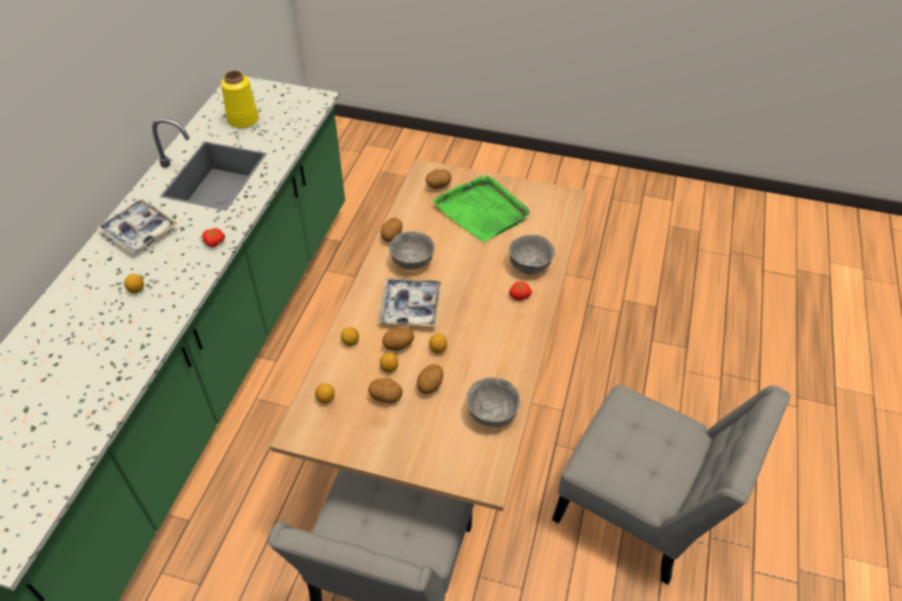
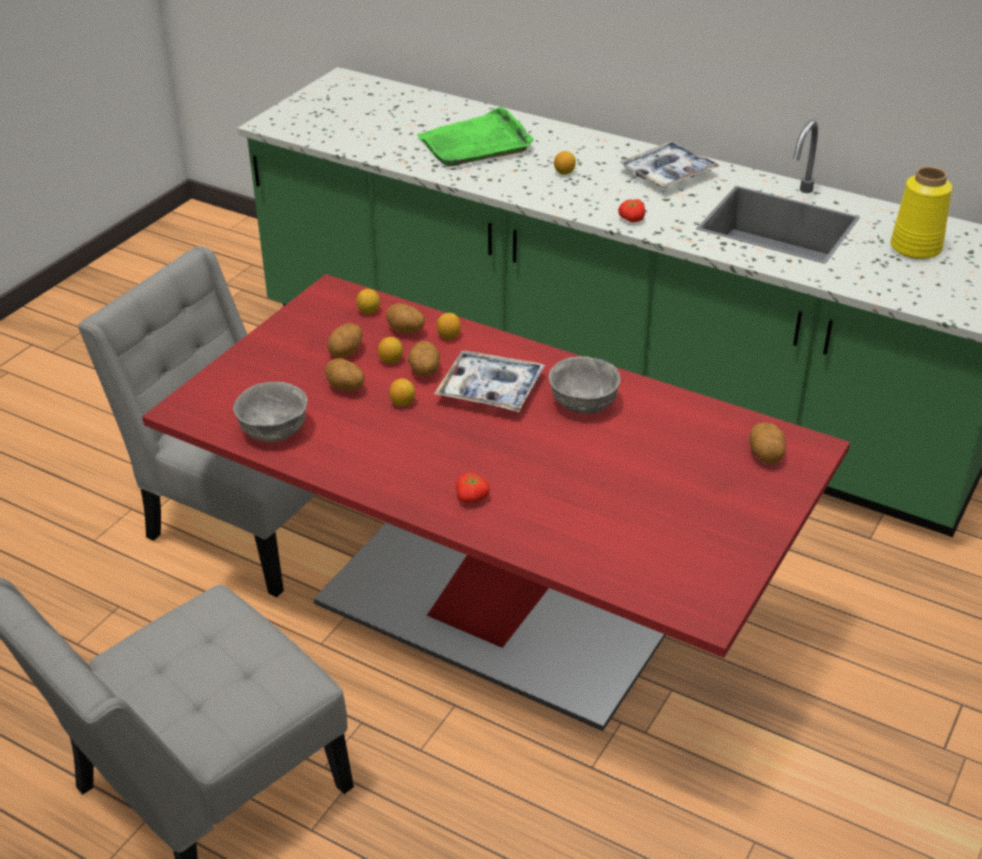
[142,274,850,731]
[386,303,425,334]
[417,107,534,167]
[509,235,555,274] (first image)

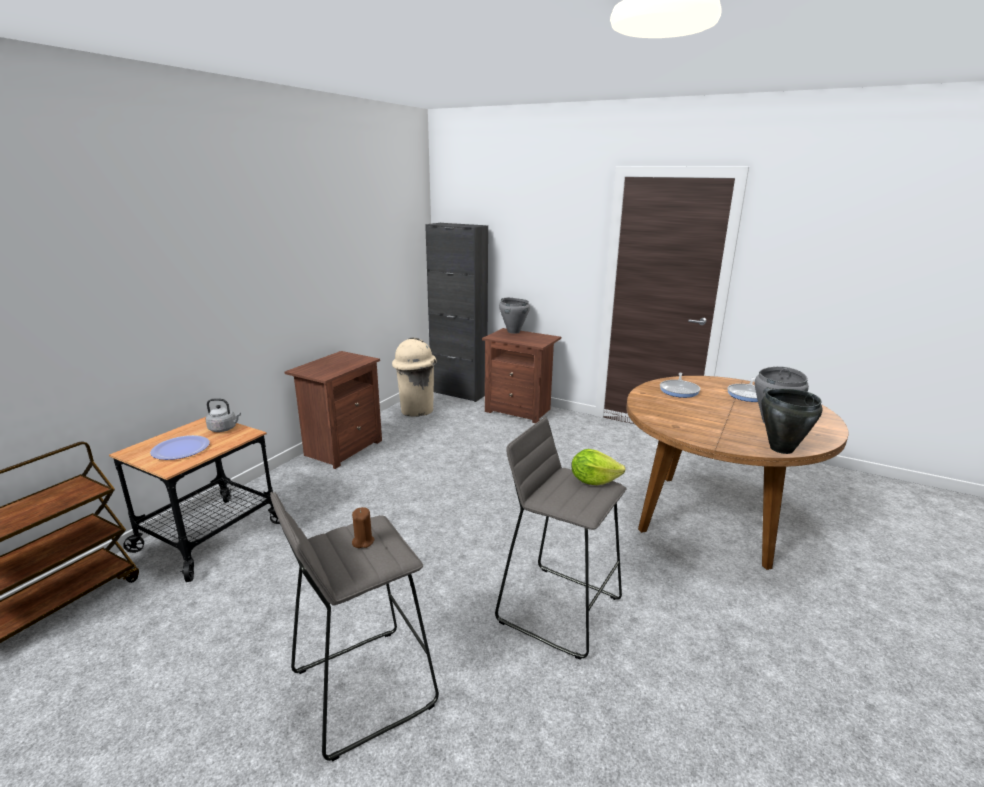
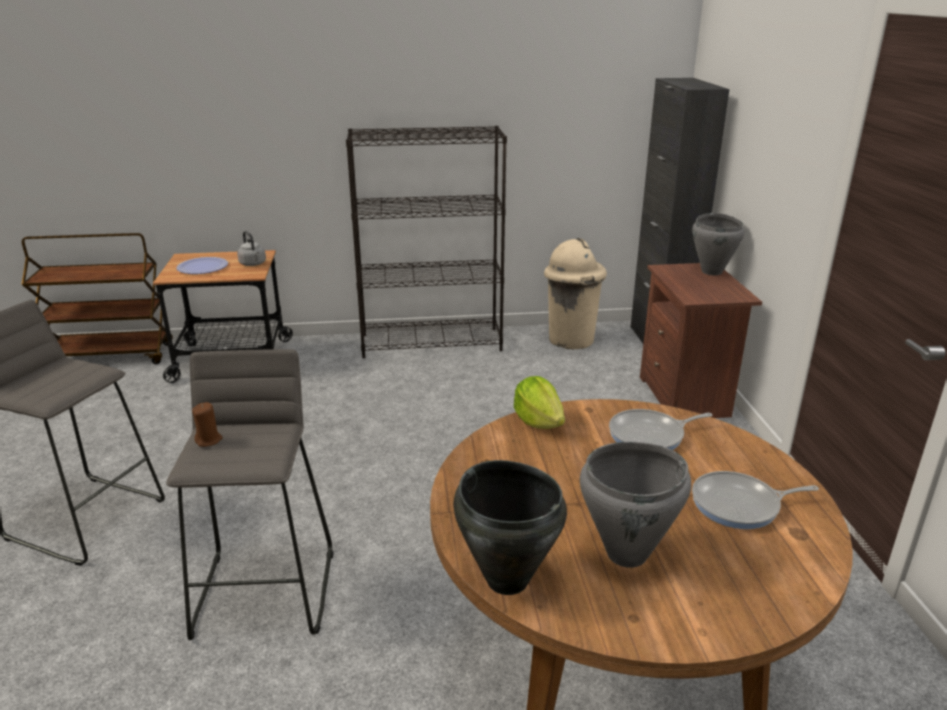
[192,402,223,447]
[346,126,507,358]
[514,376,565,429]

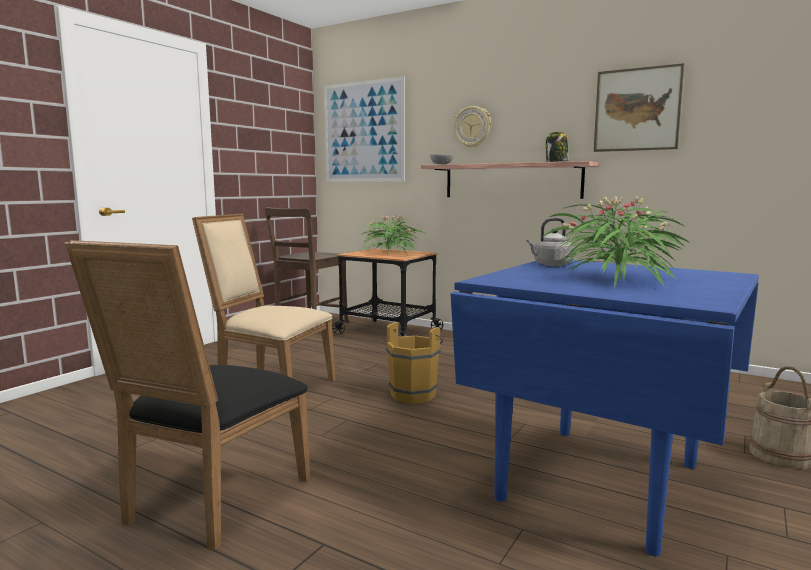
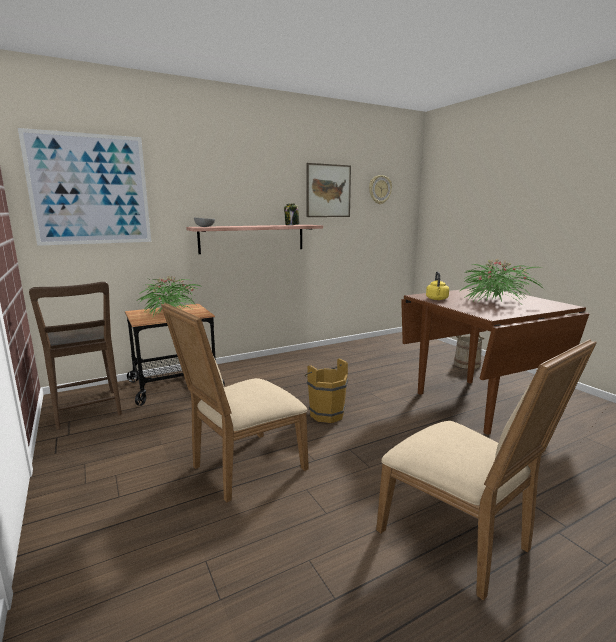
[369,175,392,204]
[376,339,596,600]
[401,287,590,435]
[426,272,449,300]

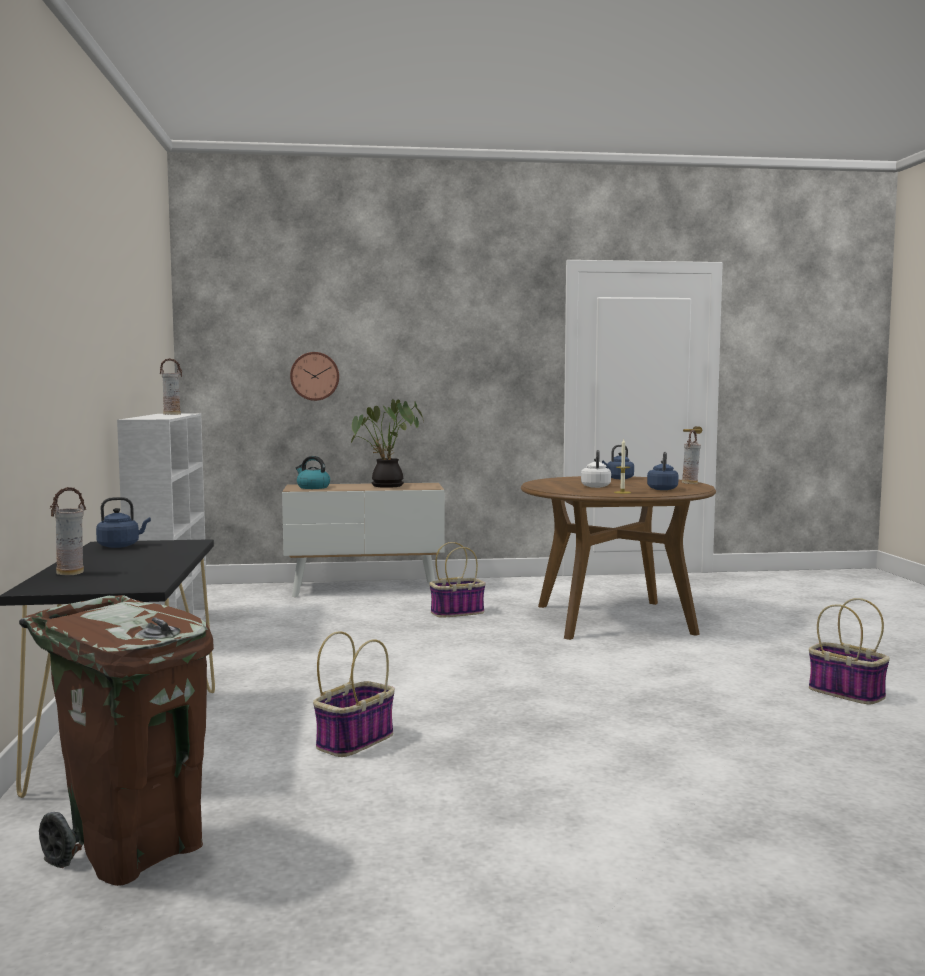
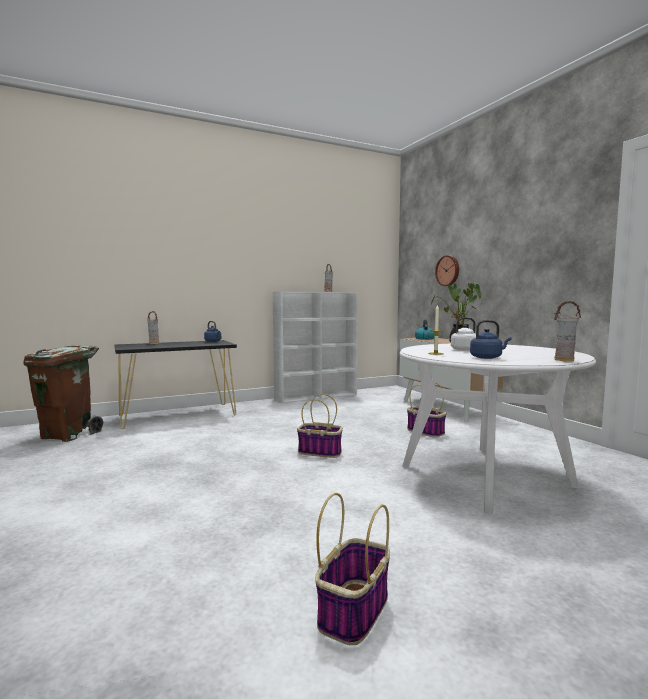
[297,394,343,458]
[400,344,596,514]
[602,445,634,479] (first image)

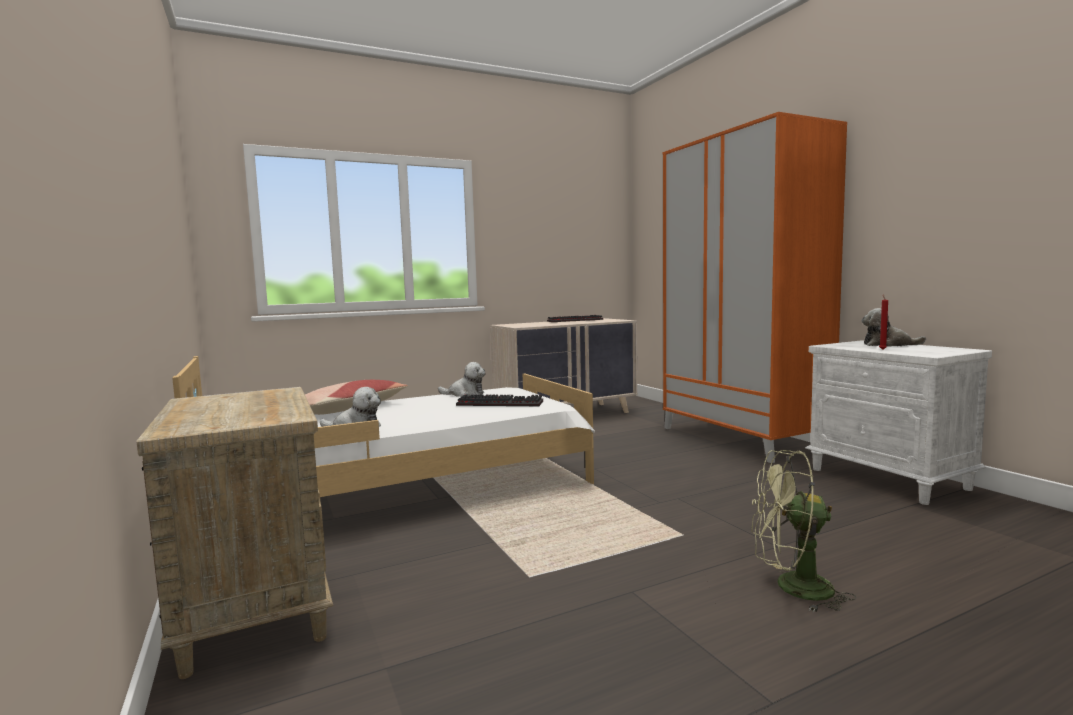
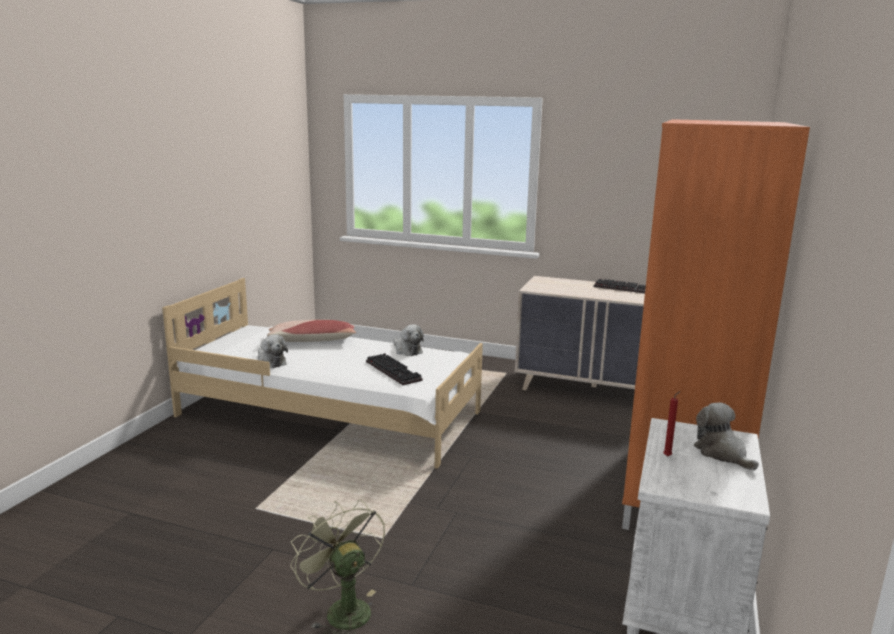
[137,387,333,679] (first image)

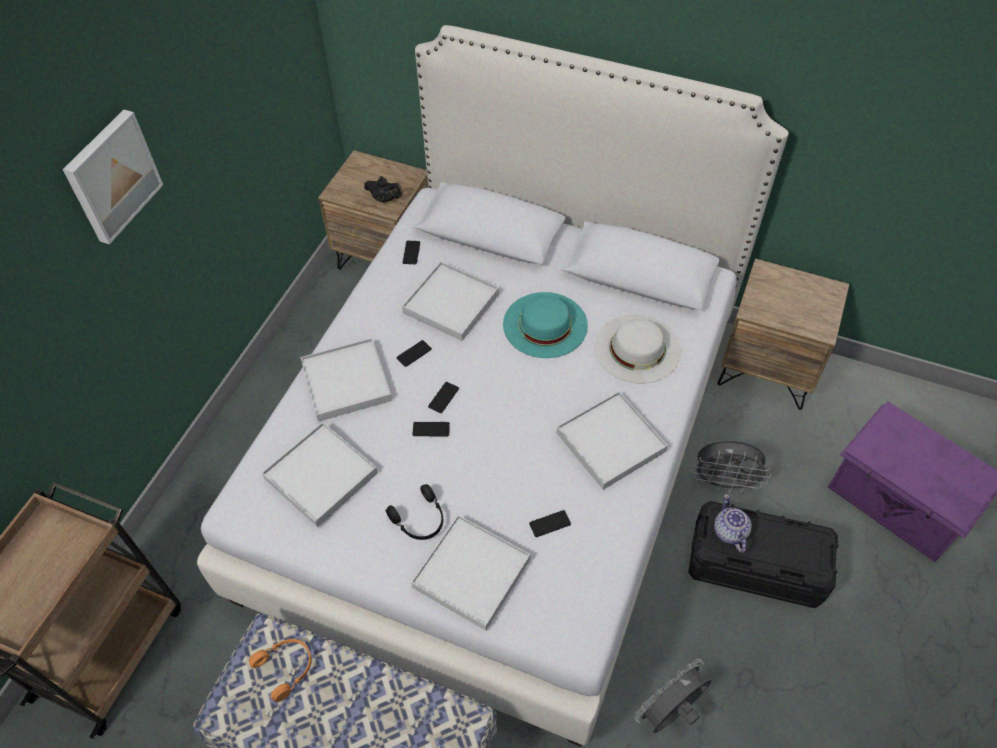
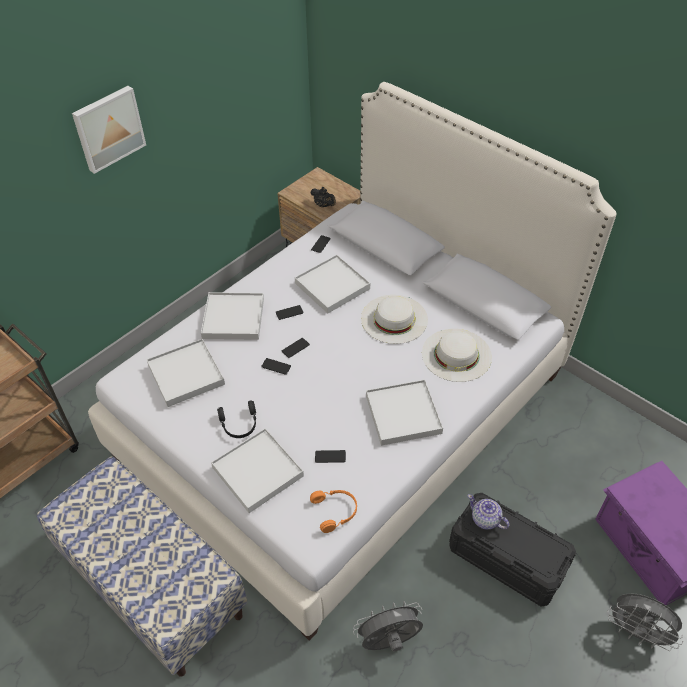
[310,490,357,533]
[361,295,428,344]
[467,494,509,530]
[607,593,683,651]
[717,259,850,410] (first image)

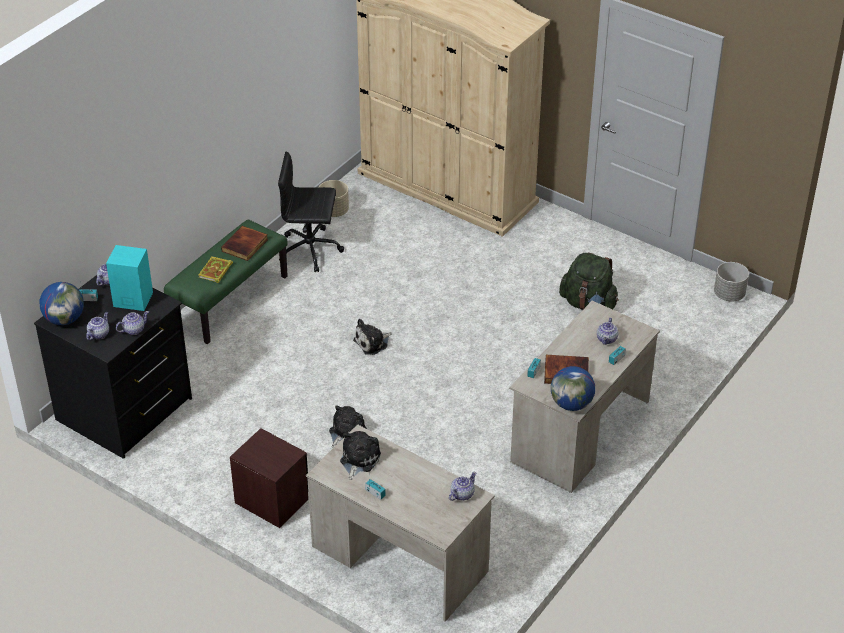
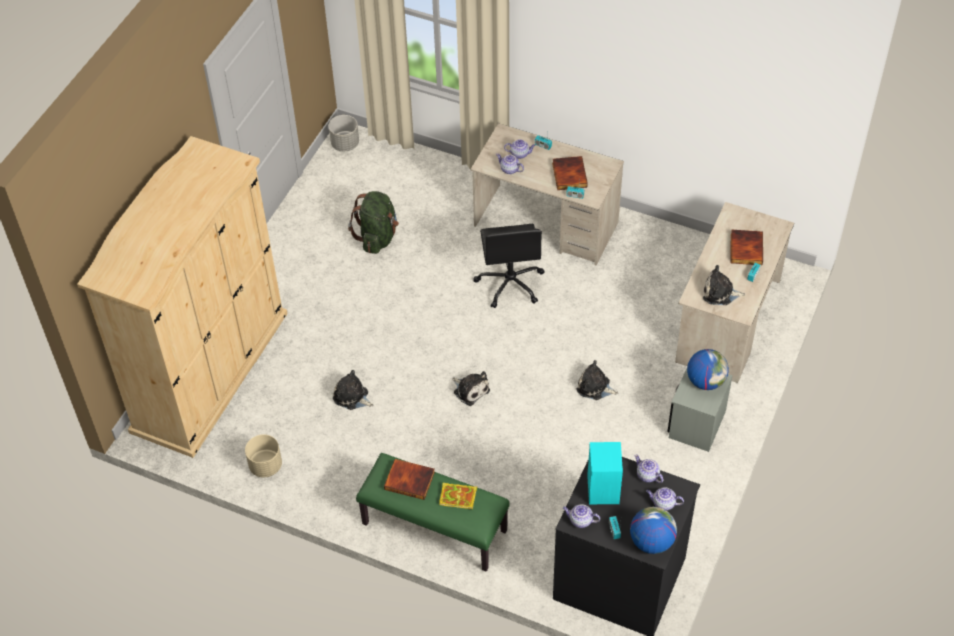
[333,370,374,410]
[473,224,545,308]
[496,154,524,174]
[667,368,733,452]
[687,349,729,390]
[731,230,763,265]

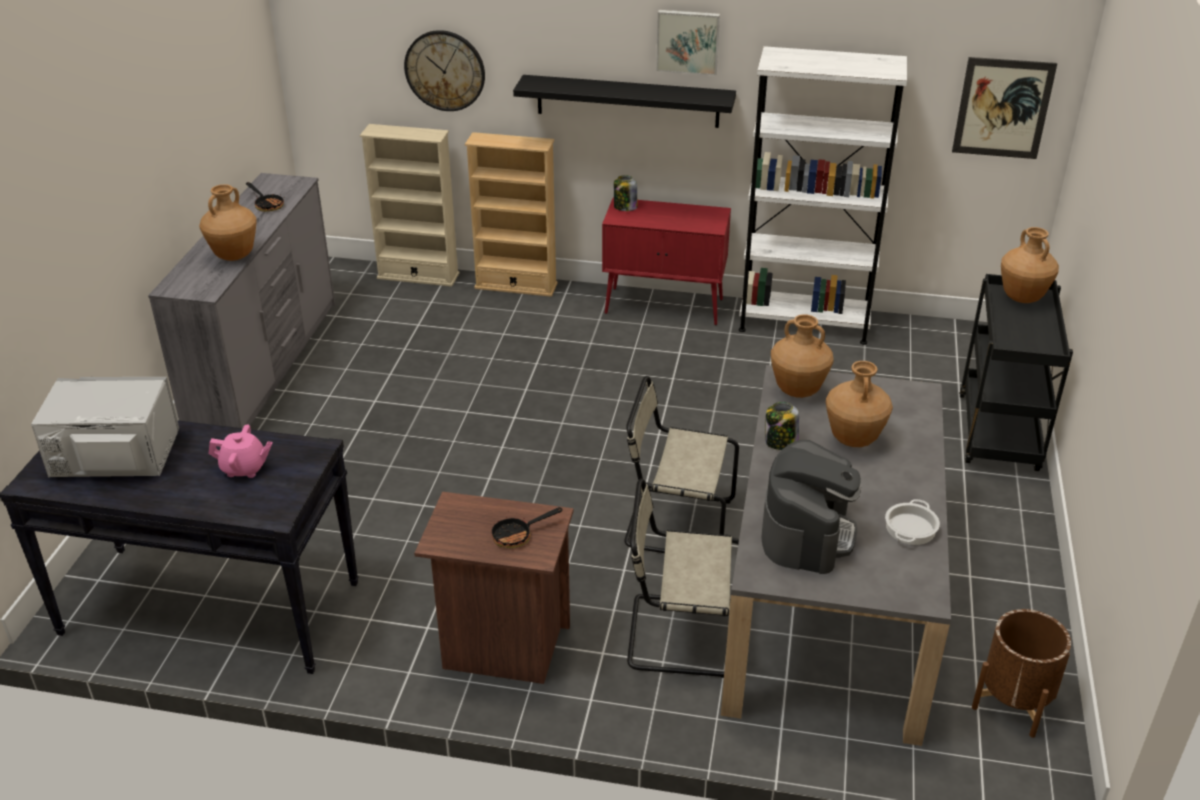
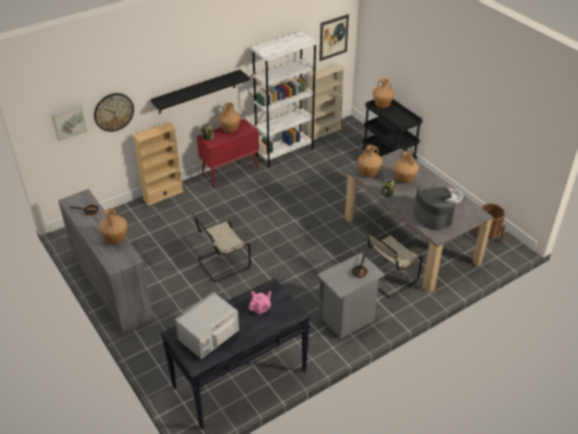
[51,105,87,141]
[192,214,251,282]
[218,103,241,133]
[307,63,345,140]
[317,253,385,339]

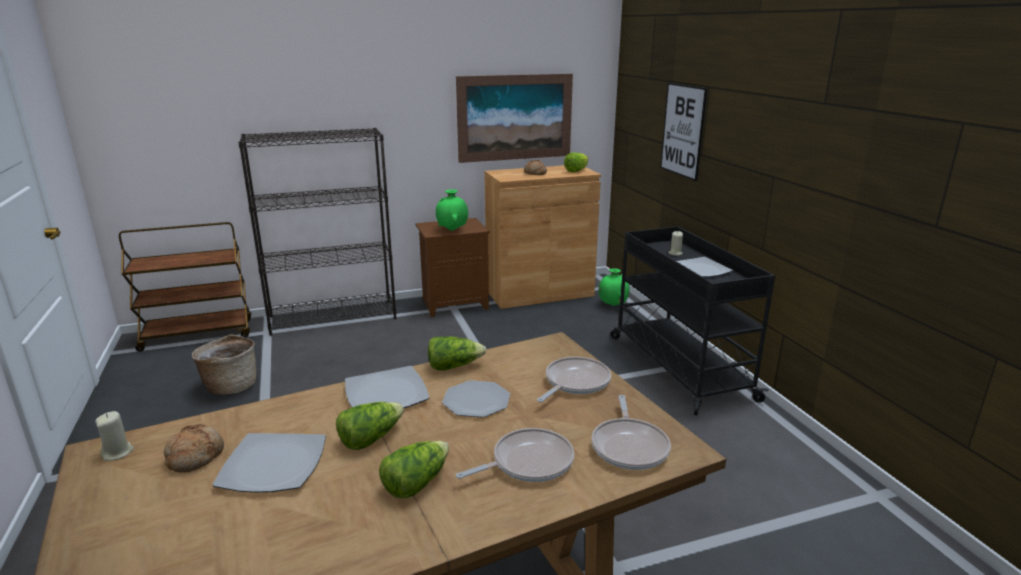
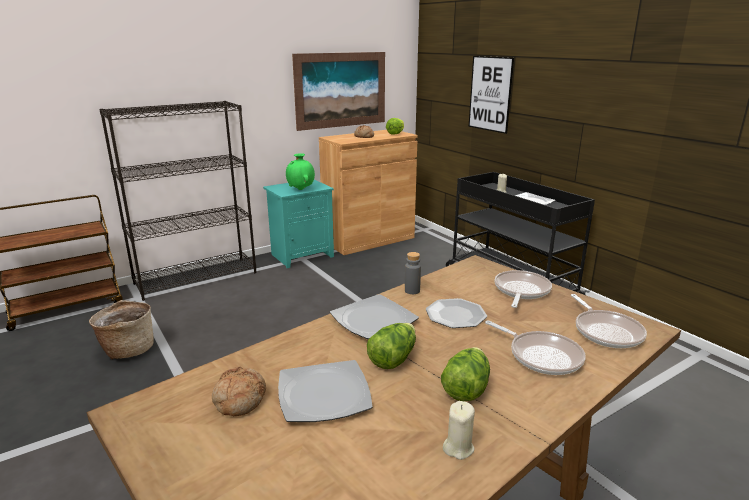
[263,180,334,268]
[405,252,421,294]
[443,401,475,460]
[485,321,586,375]
[598,268,630,306] (first image)

